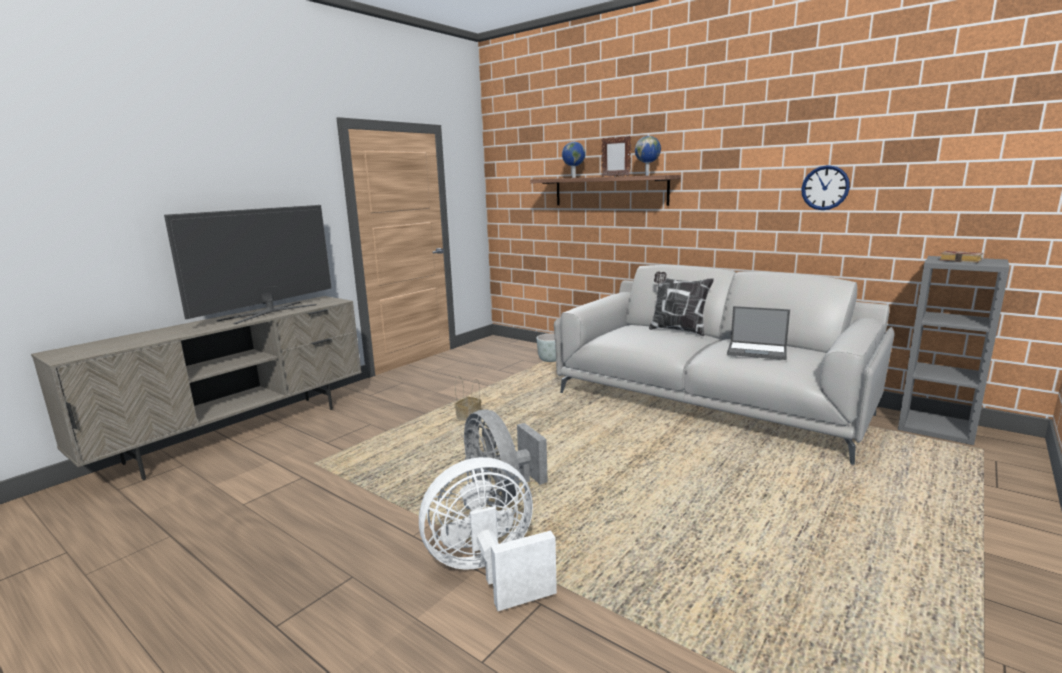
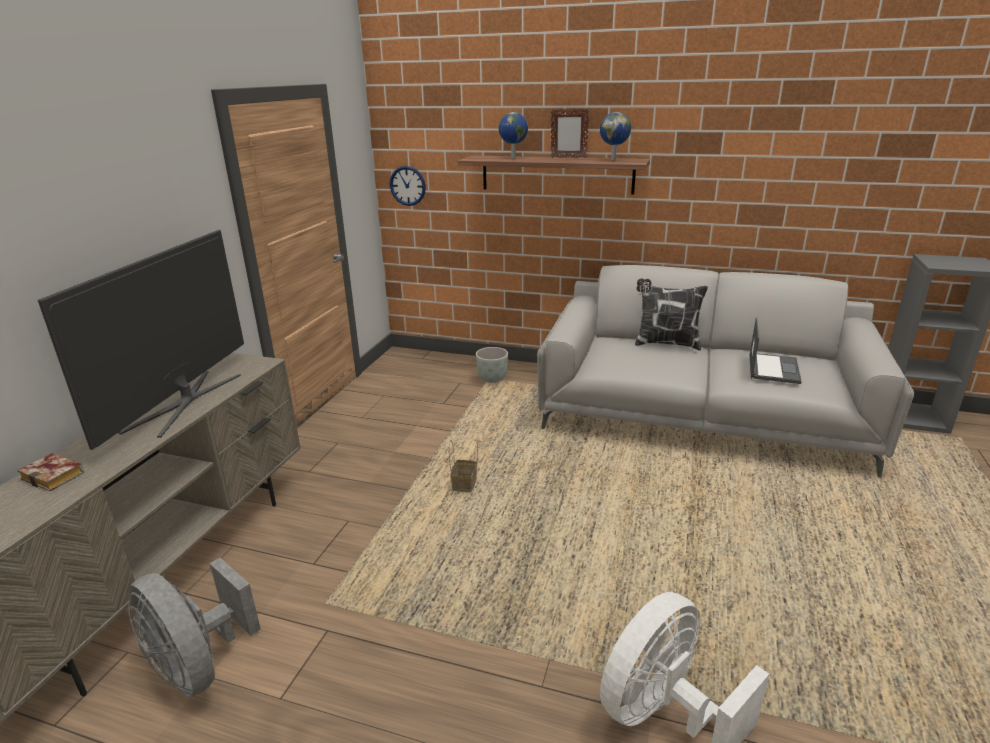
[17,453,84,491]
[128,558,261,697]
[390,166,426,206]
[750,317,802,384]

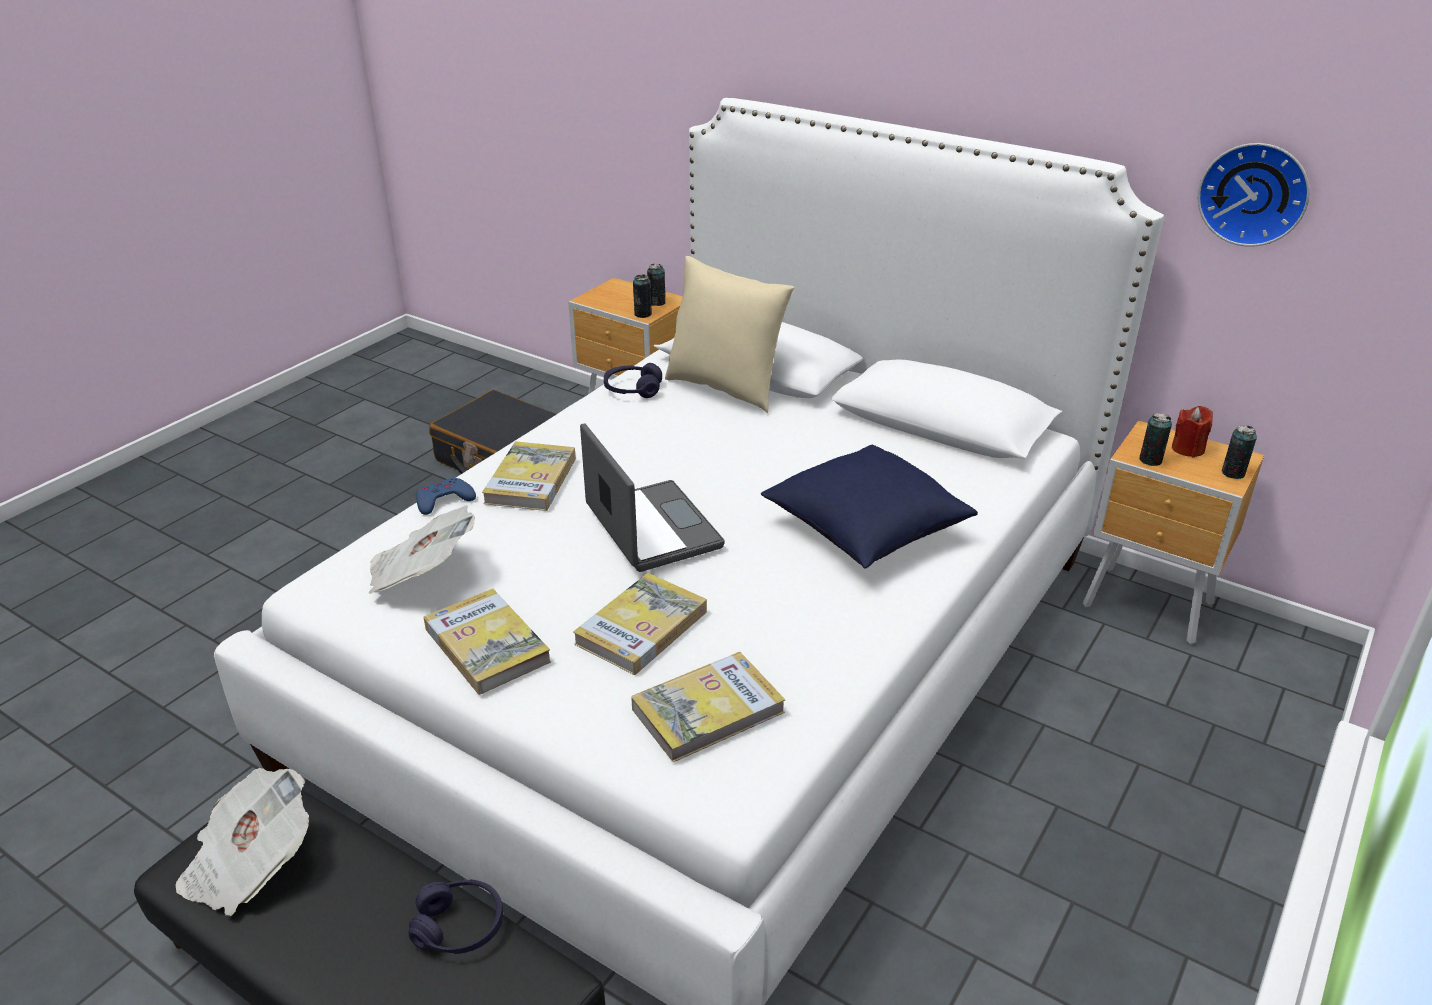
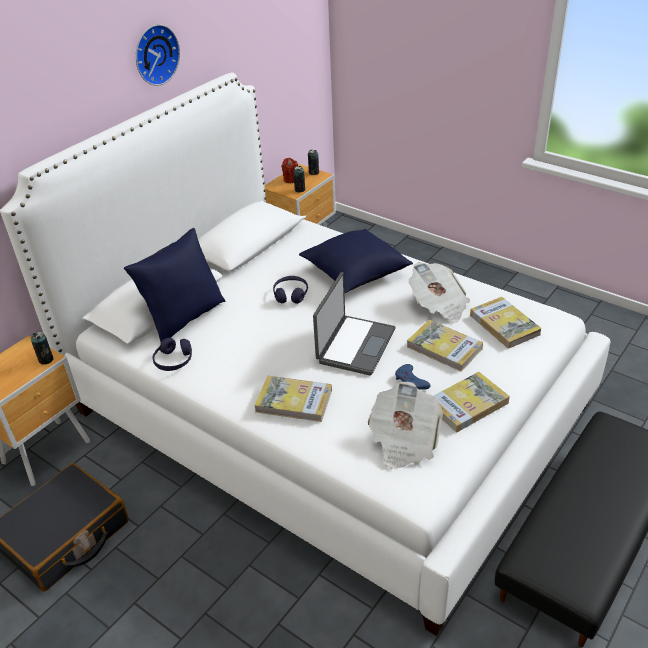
[124,228,226,342]
[136,24,180,86]
[273,276,308,304]
[313,272,395,375]
[395,364,431,390]
[409,262,470,323]
[647,264,666,306] (first image)

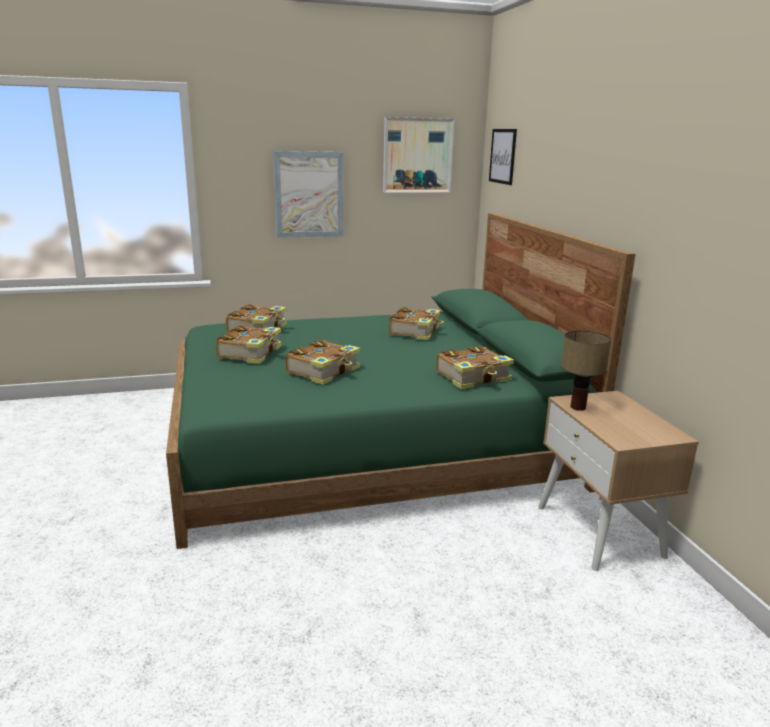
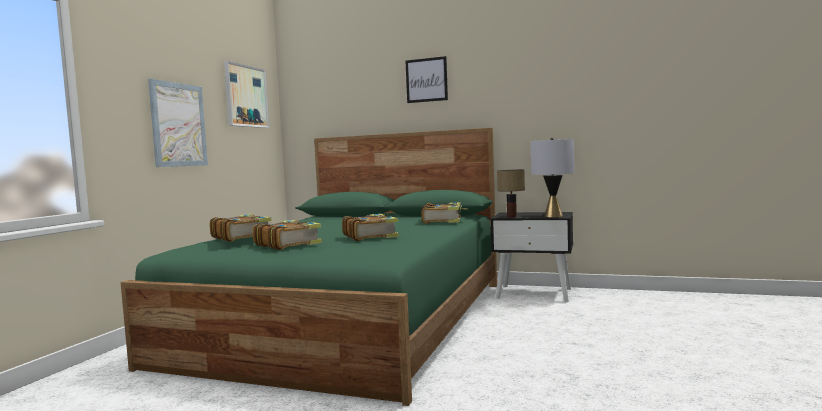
[406,56,448,103]
[490,212,573,302]
[531,138,575,217]
[389,307,444,340] (first image)

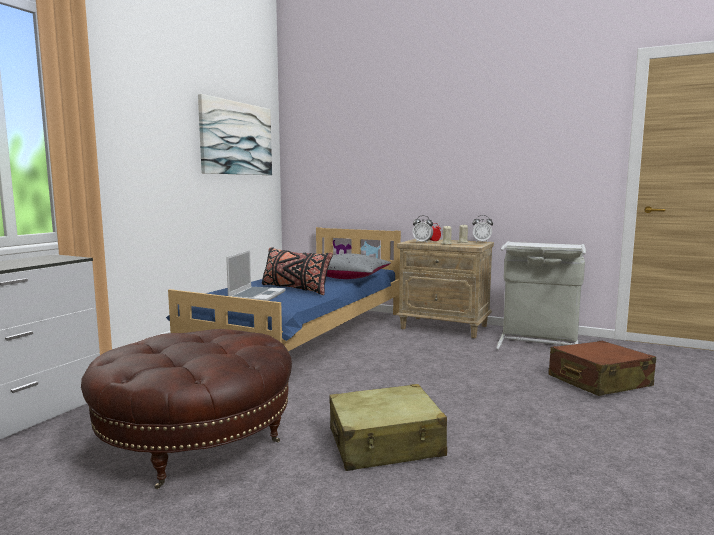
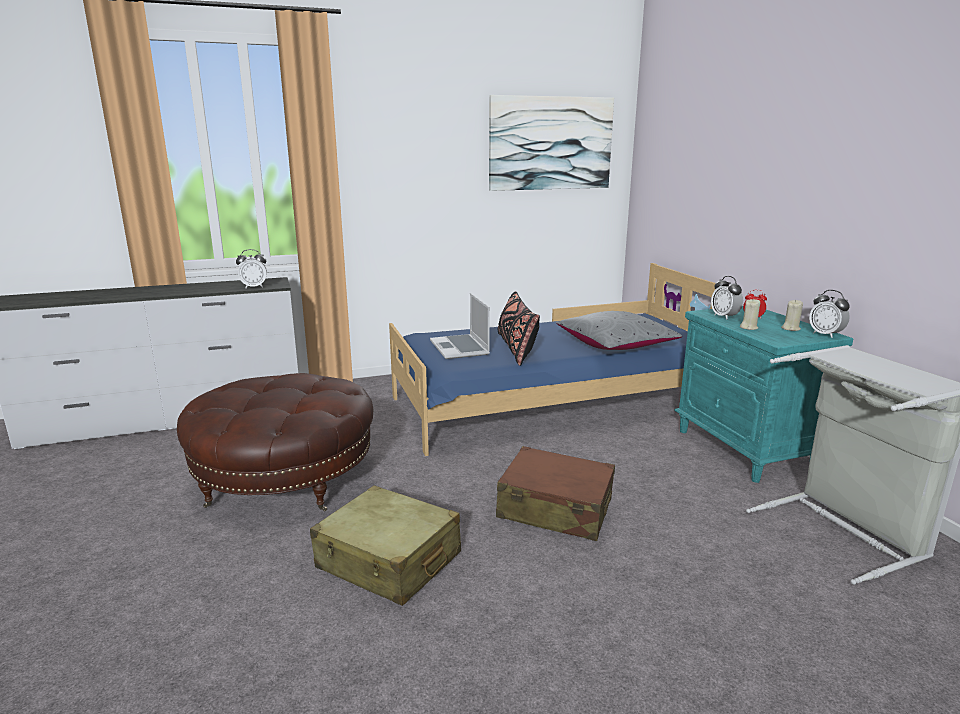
[236,249,267,289]
[430,293,490,359]
[496,446,615,541]
[674,306,853,483]

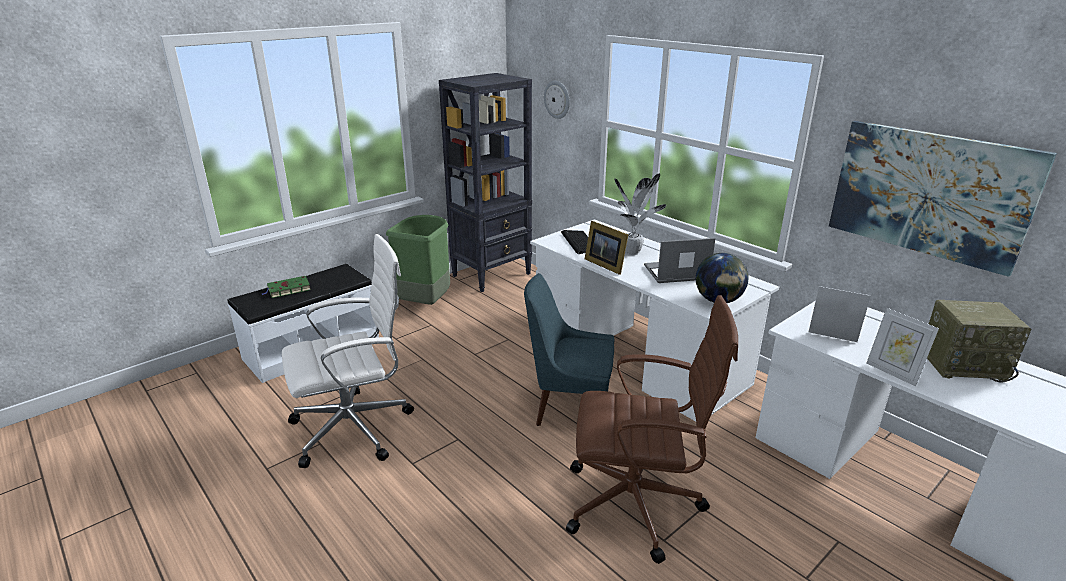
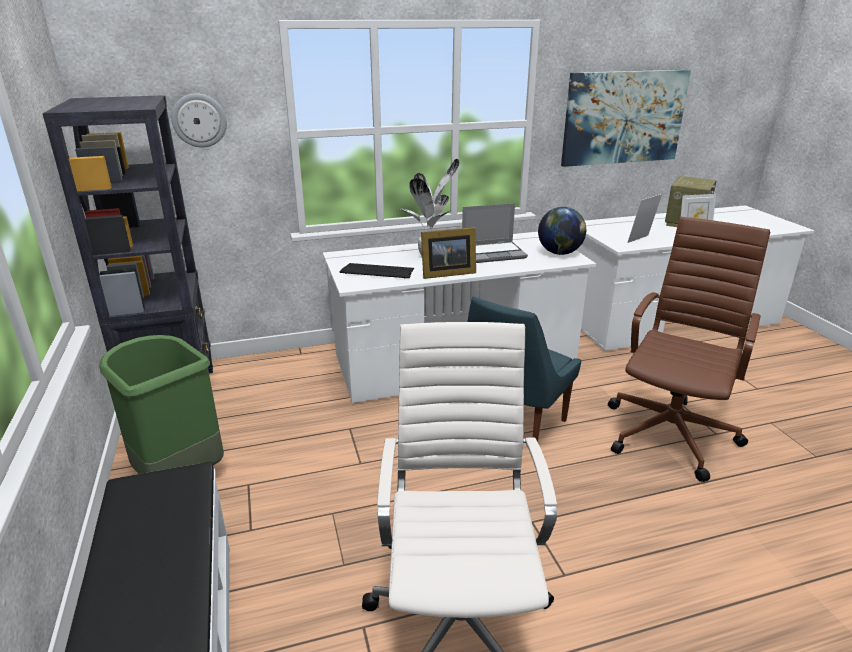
[462,203,528,263]
[262,276,311,298] (first image)

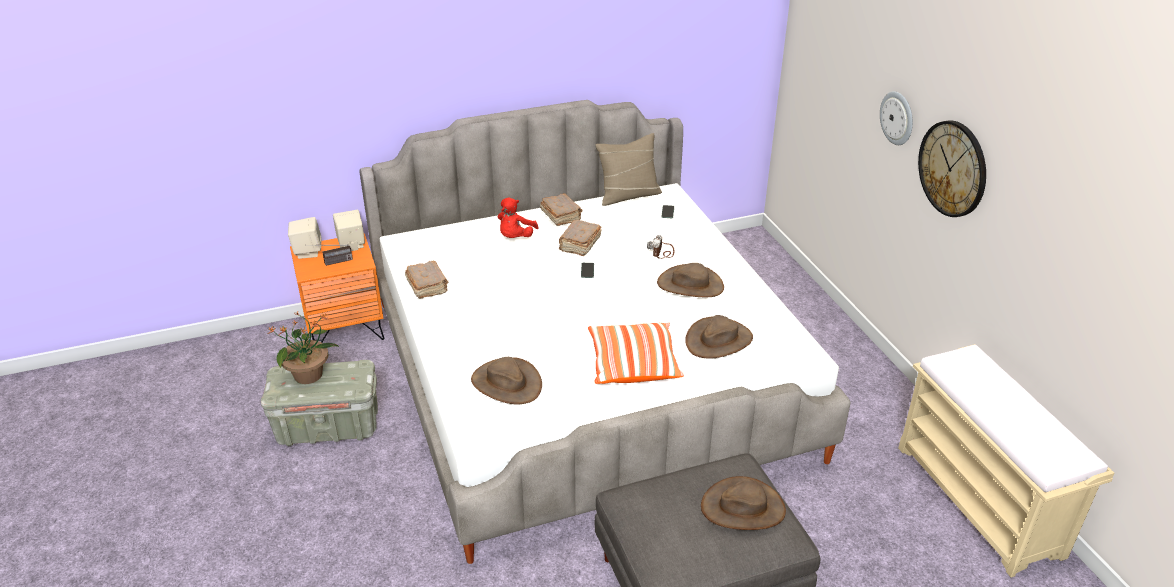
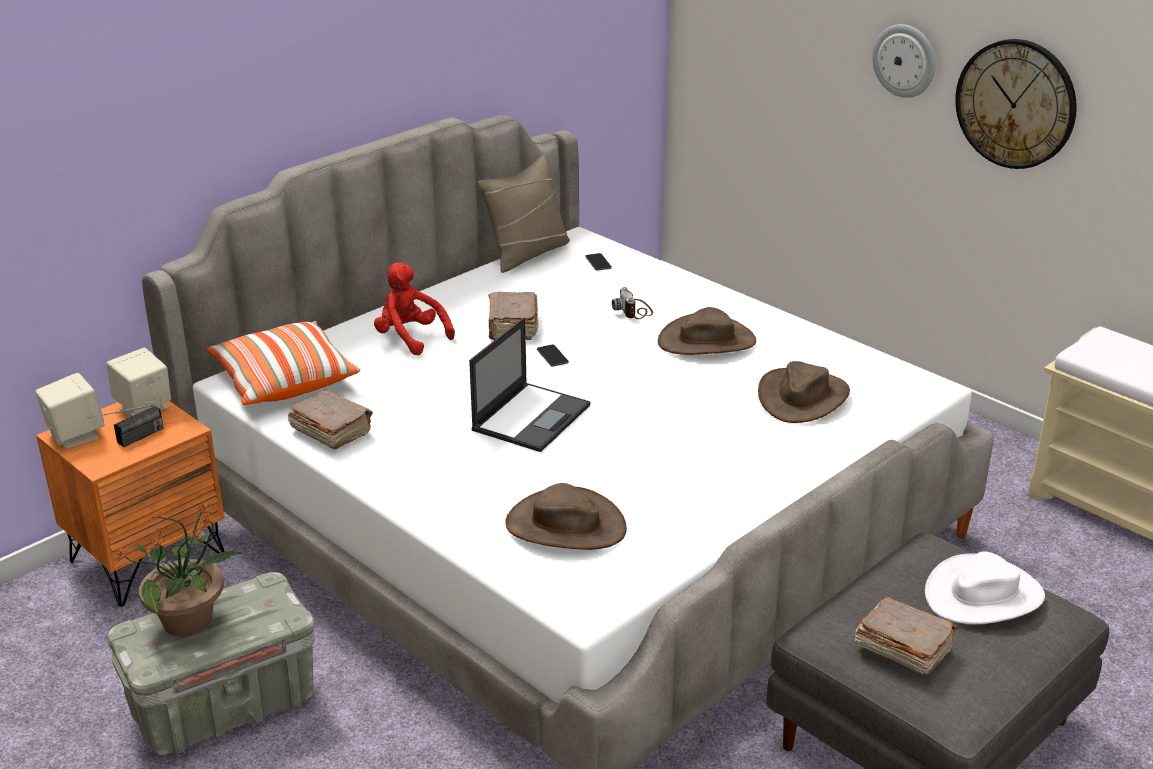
[206,321,360,405]
[374,263,455,355]
[469,317,590,452]
[855,596,957,675]
[925,551,1045,624]

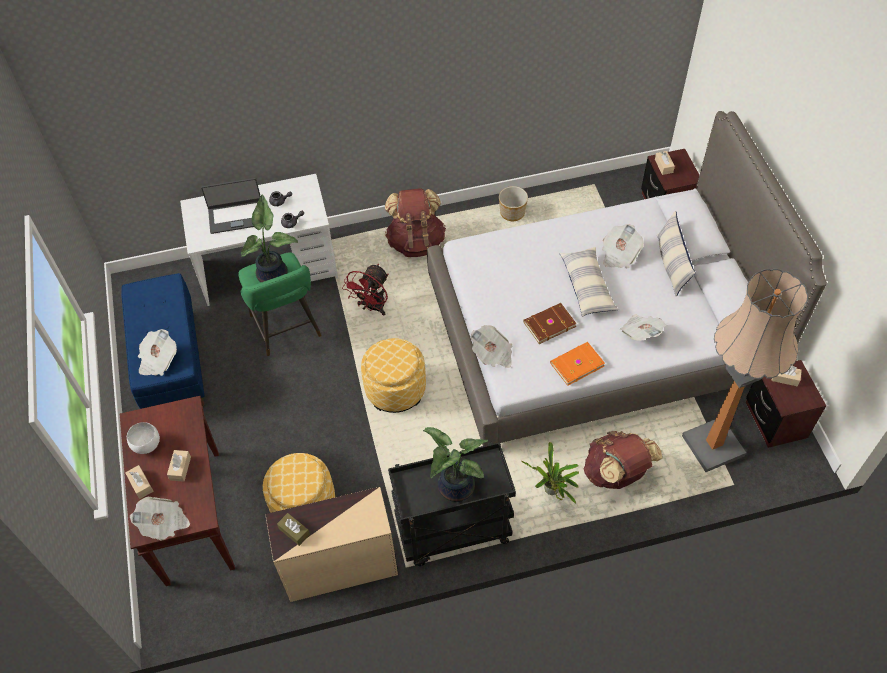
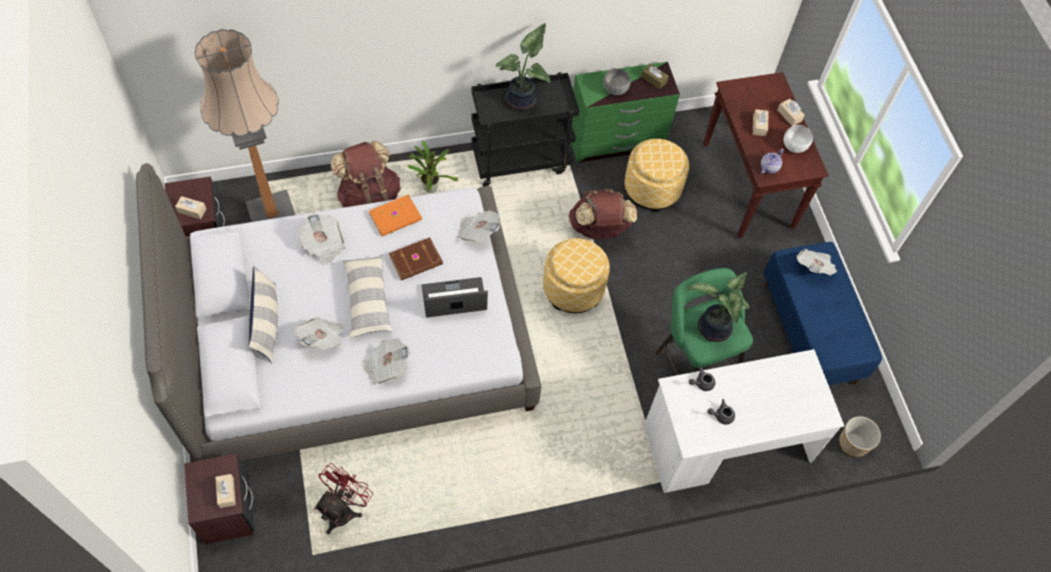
[314,463,373,534]
[361,338,410,385]
[422,277,488,317]
[569,189,637,239]
[571,62,680,163]
[603,68,631,95]
[761,149,784,174]
[839,416,881,457]

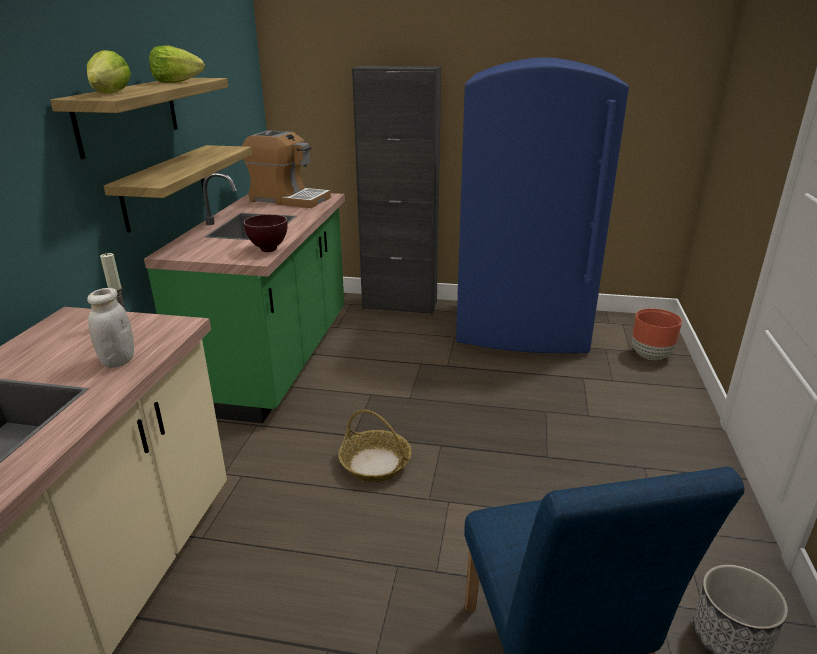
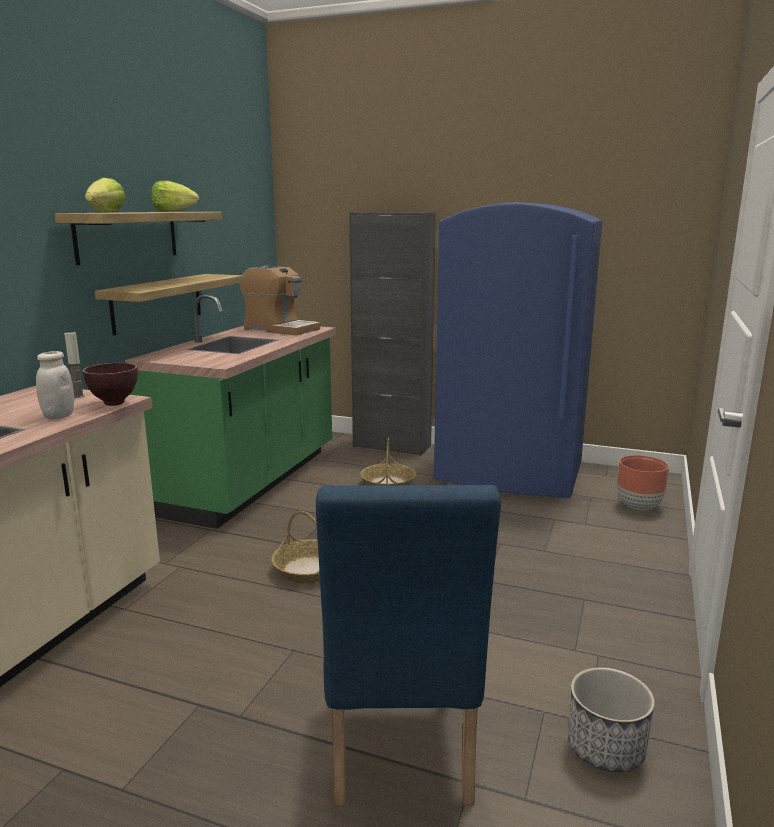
[83,363,138,406]
[360,438,416,485]

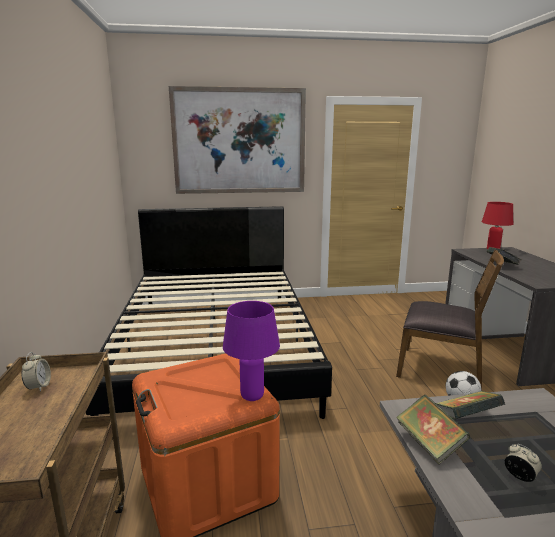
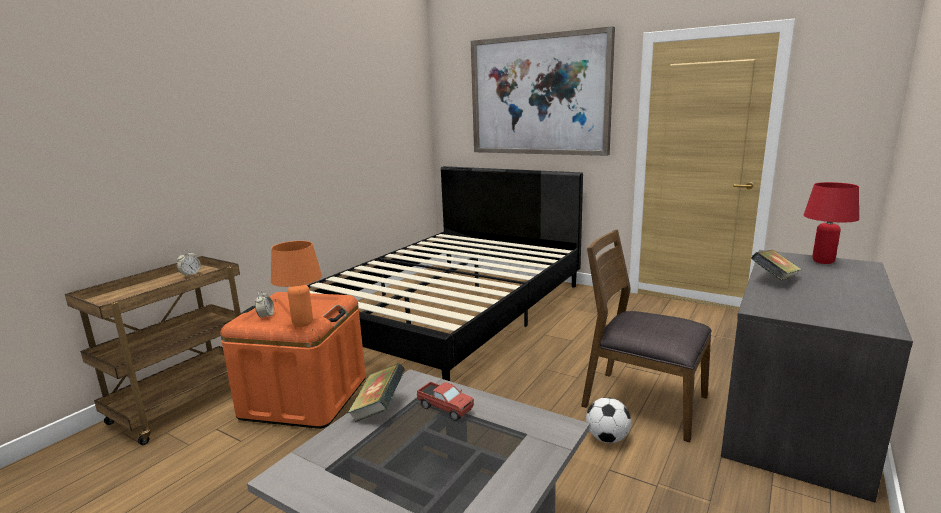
[255,291,274,319]
[271,241,322,327]
[417,381,474,421]
[581,230,712,442]

